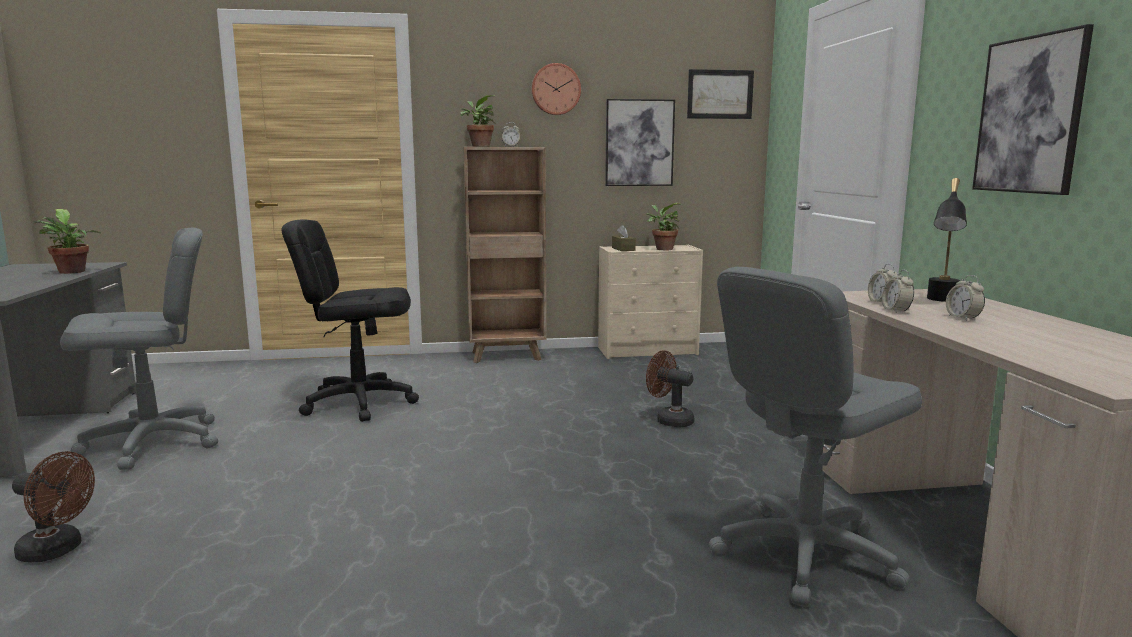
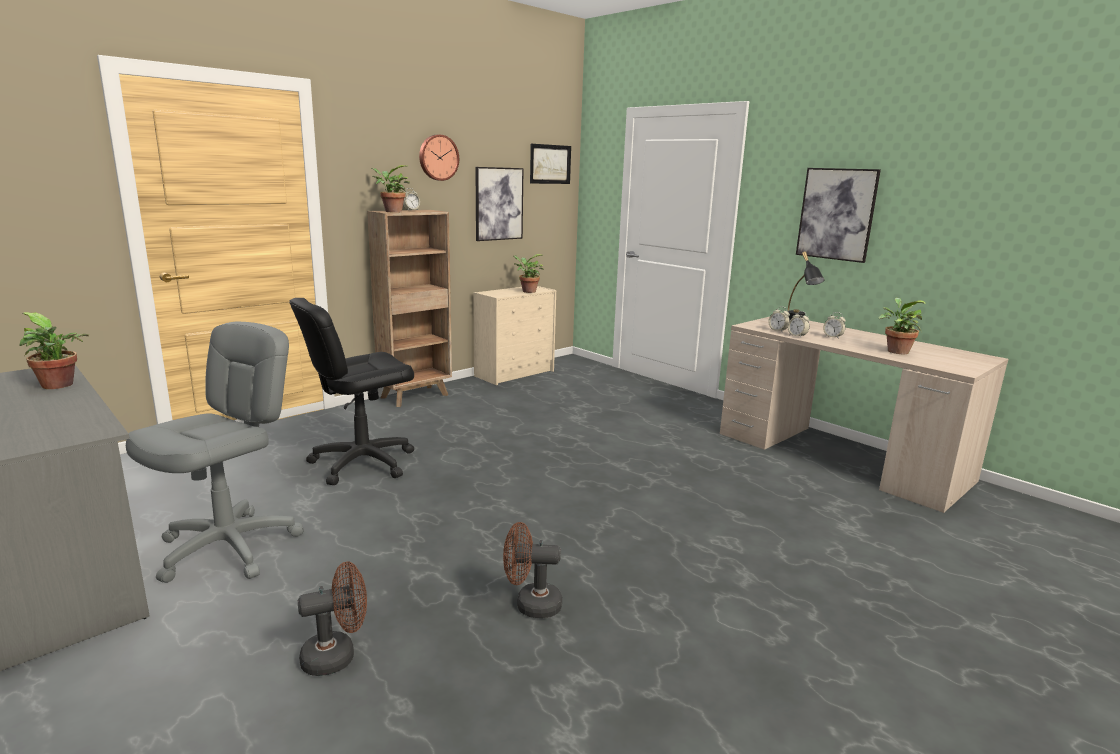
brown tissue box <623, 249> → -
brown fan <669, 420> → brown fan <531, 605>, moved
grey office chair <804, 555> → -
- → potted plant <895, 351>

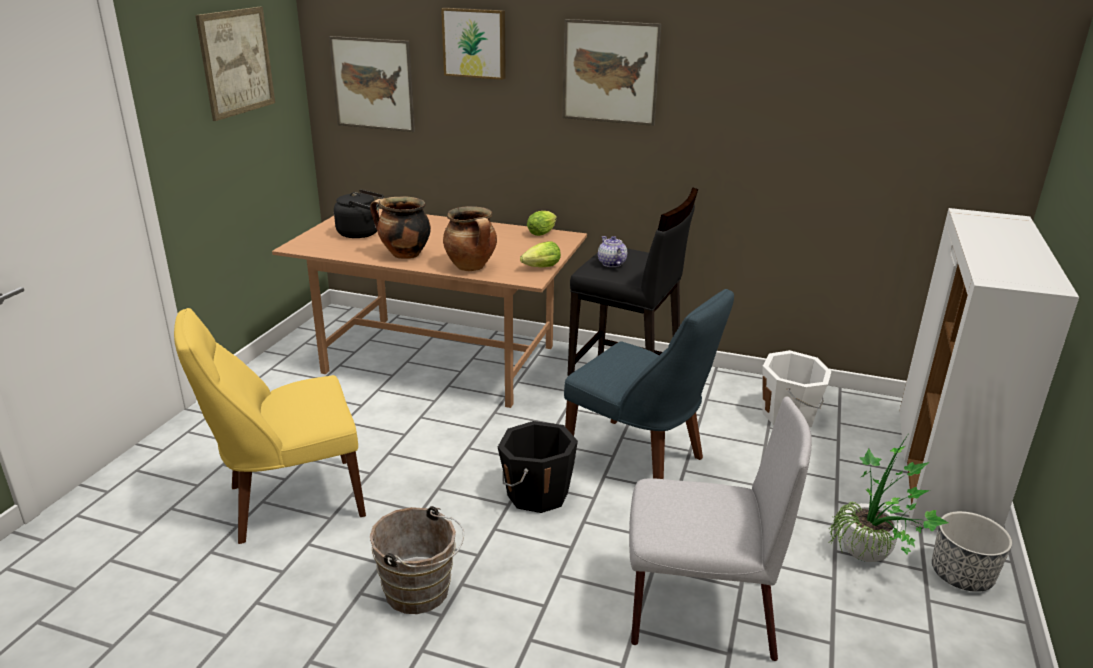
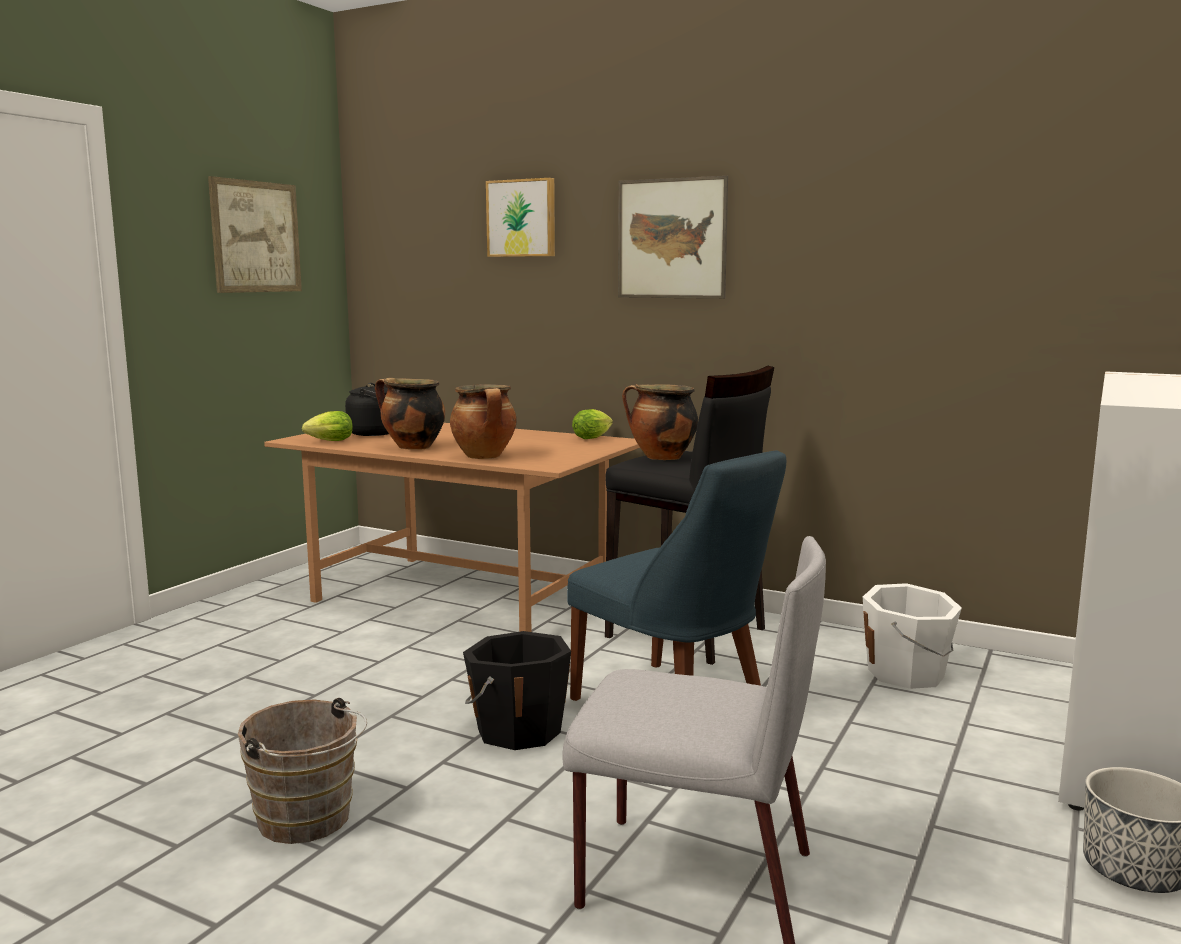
yellow chair <289, 501> → -
picture <373, 84> → -
lettuce <539, 268> → lettuce <328, 441>, moved
teapot <611, 263> → cooking pot <661, 458>
potted plant <870, 561> → -

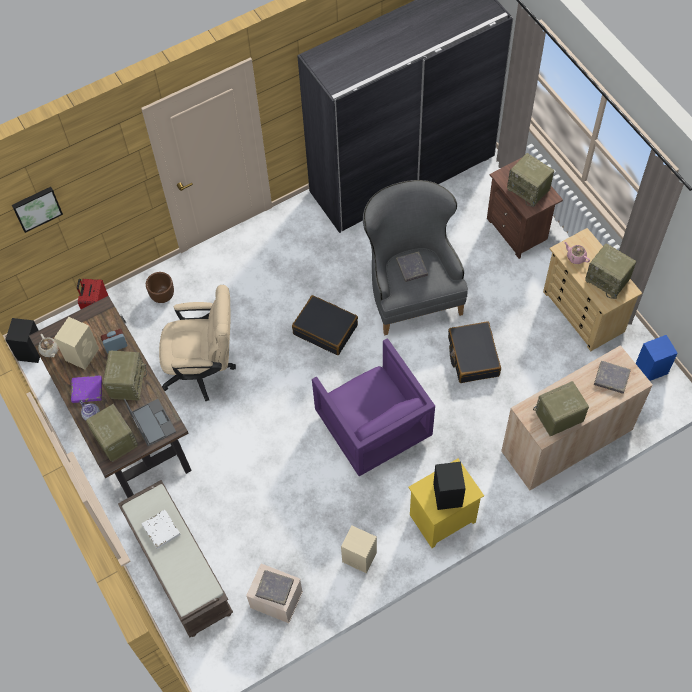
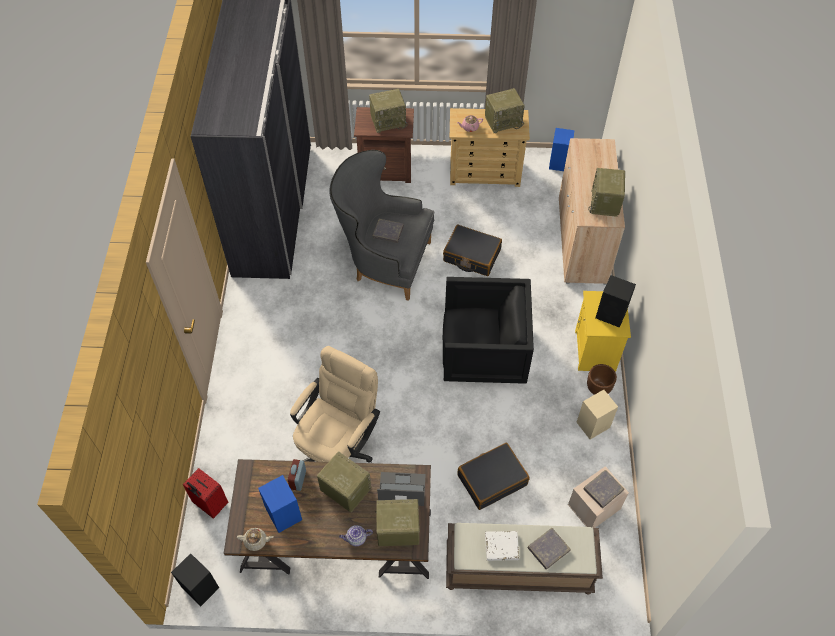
picture <36, 208> → -
beige speaker <82, 353> → blue speaker <283, 513>
purple book <87, 390> → -
brown planter <162, 296> → brown planter <598, 389>, moved
black suitcase <325, 329> → black suitcase <492, 479>, moved
purple armchair <372, 425> → black armchair <483, 352>
grey book <611, 378> → grey book <548, 549>, moved

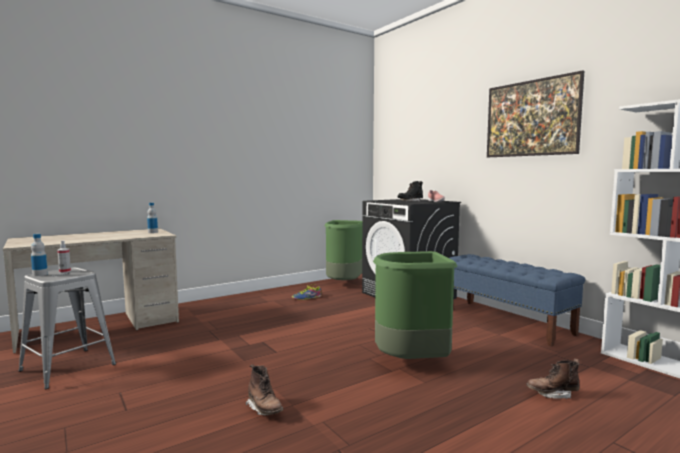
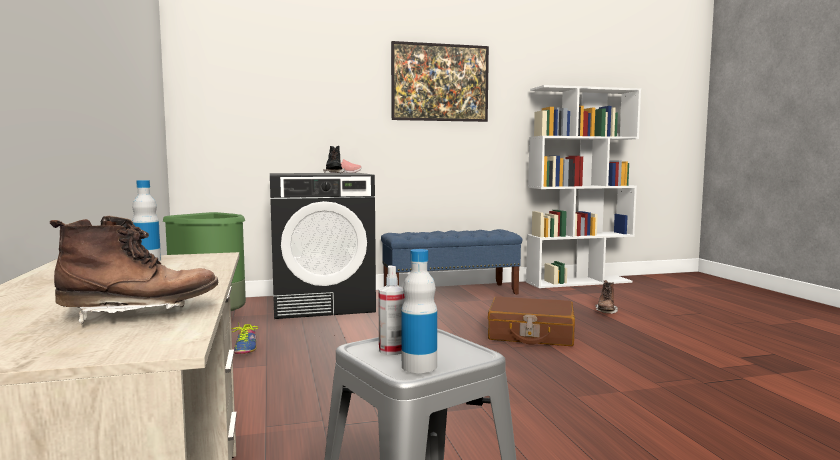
brown boot <265, 409> → brown boot <140, 315>, moved
green trash can <412, 362> → brown suitcase <531, 334>

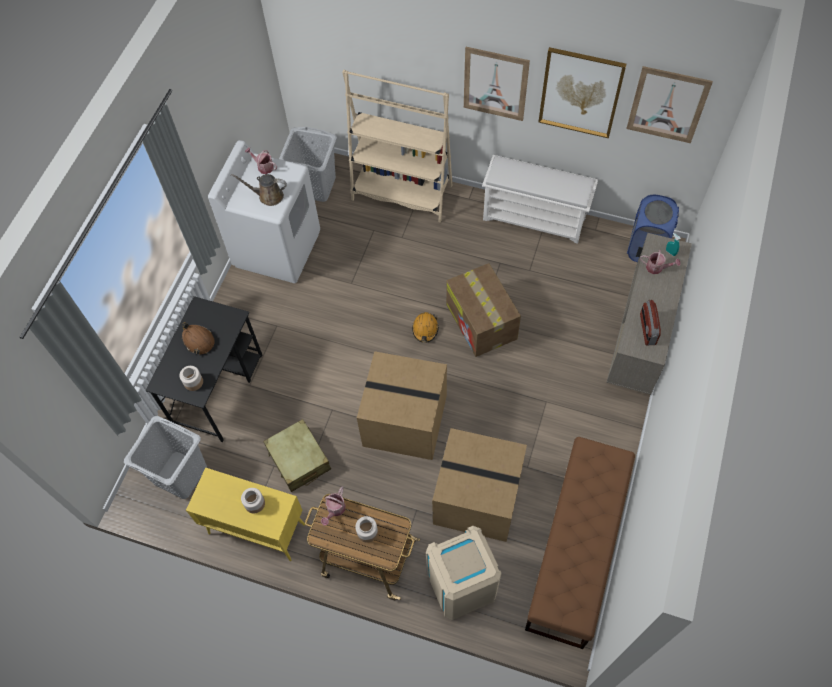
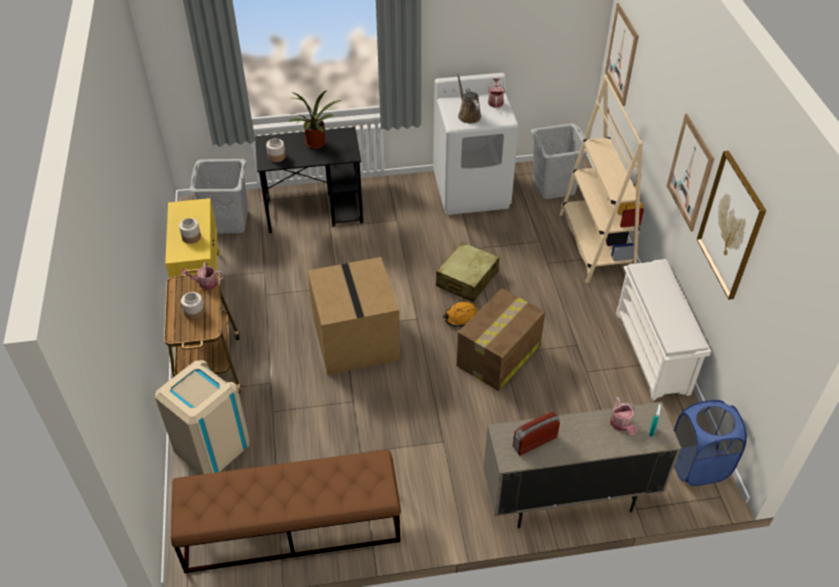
brown hard hat <198, 340> → potted plant <315, 144>
beige suitcase <299, 460> → beige suitcase <467, 279>, moved
cardboard box <479, 497> → -
picture <667, 105> → picture <621, 54>, moved

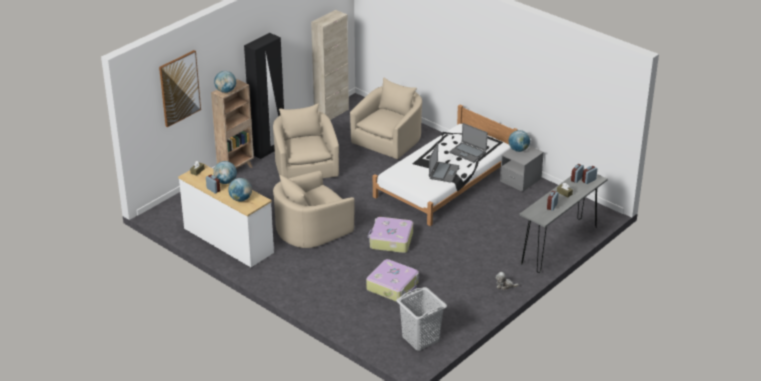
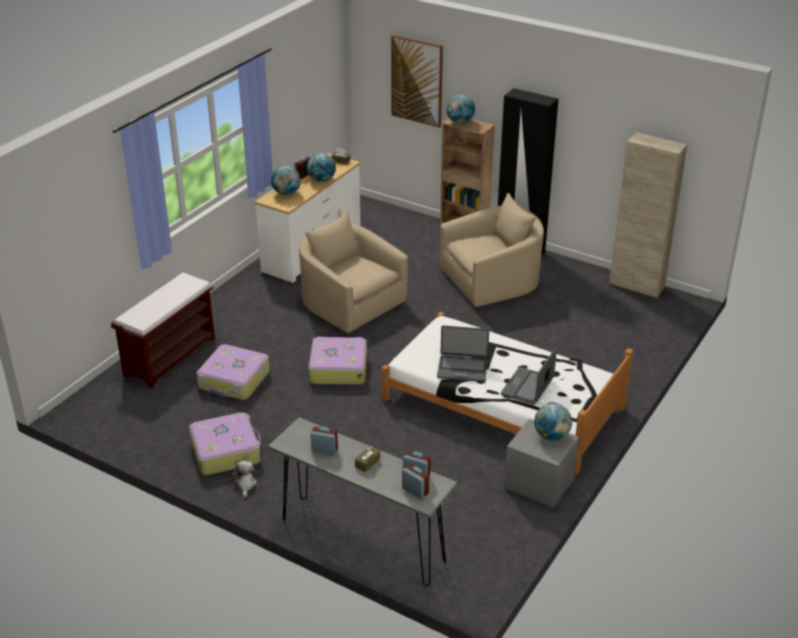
beige armchair <389, 140> → -
grey laundry basket <420, 339> → -
- → brown bench <170, 356>
- → suitcase <226, 451>

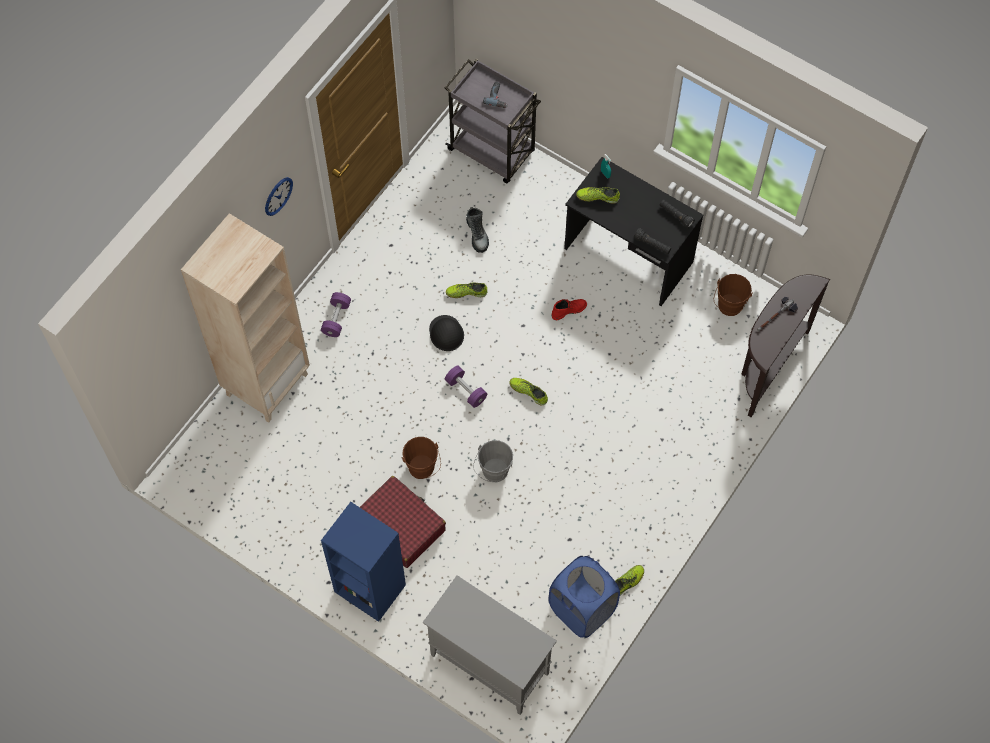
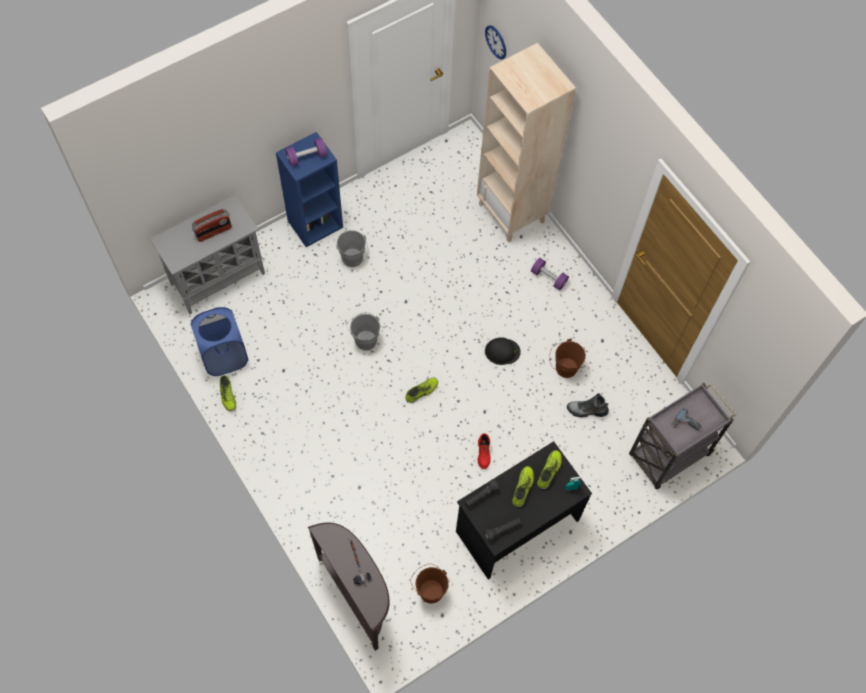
wall clock <278, 196> → wall clock <496, 42>, moved
red suitcase <400, 526> → grey bucket <353, 260>
brown bucket <422, 469> → brown bucket <563, 368>, moved
purple dumbbell <466, 390> → purple dumbbell <307, 157>, moved
shoe <466, 292> → shoe <523, 487>, moved
- → radio <213, 232>

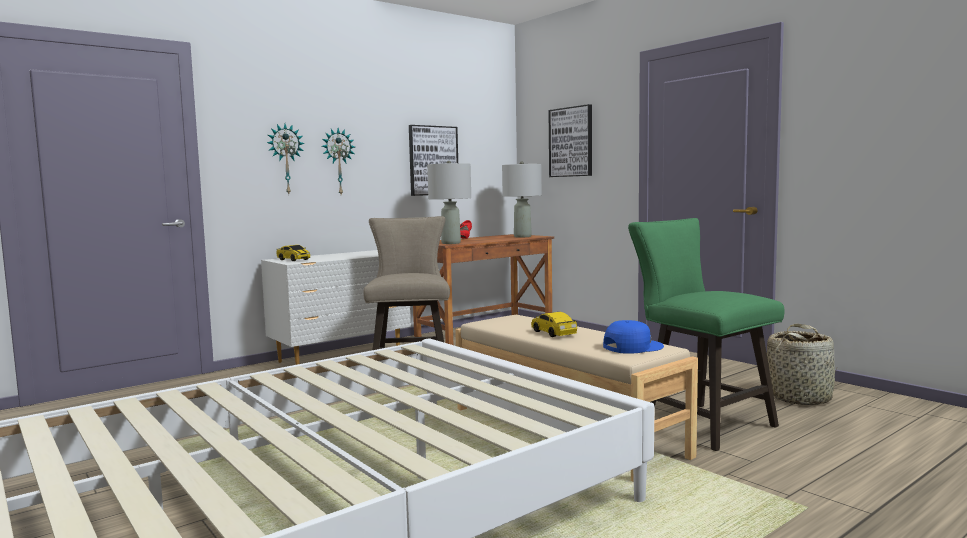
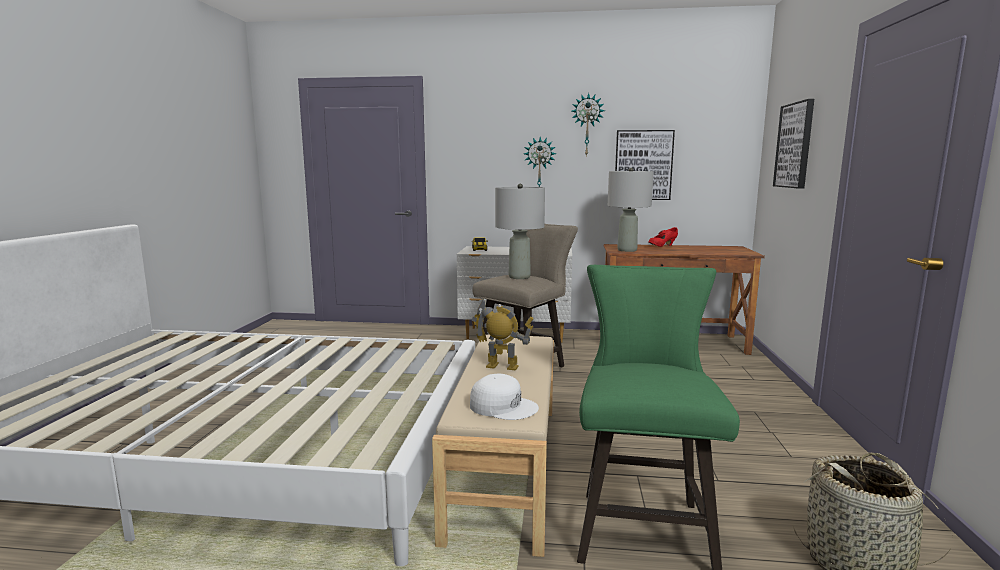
wall clock <285, 159> → wall clock <587, 125>, moved
grey table lamp <522, 236> → grey table lamp <519, 277>, moved
toy car <553, 333> → toy robot <502, 366>
blue cap <632, 347> → white cap <503, 406>

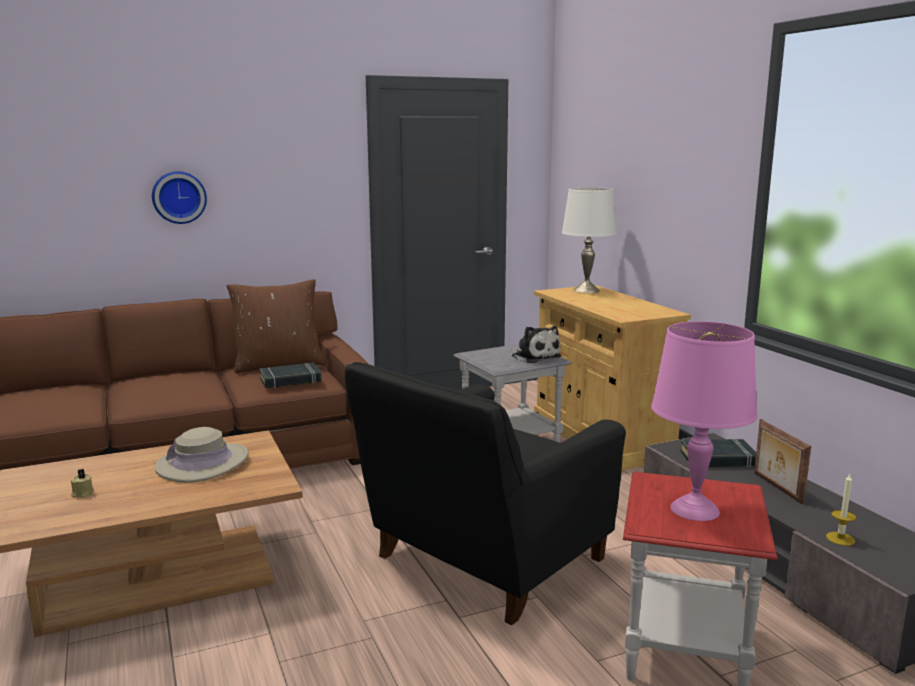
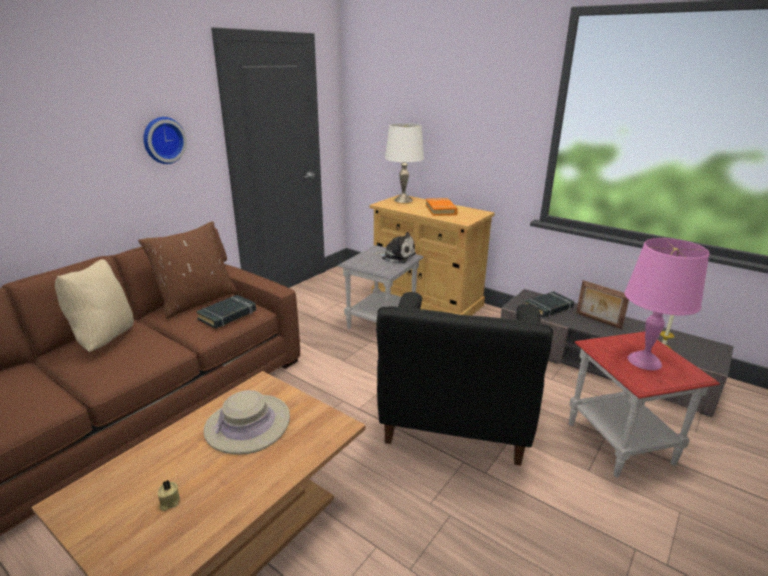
wall clock <179, 197> → wall clock <163, 140>, moved
- → beige pillow <104, 339>
- → orange book <441, 210>

